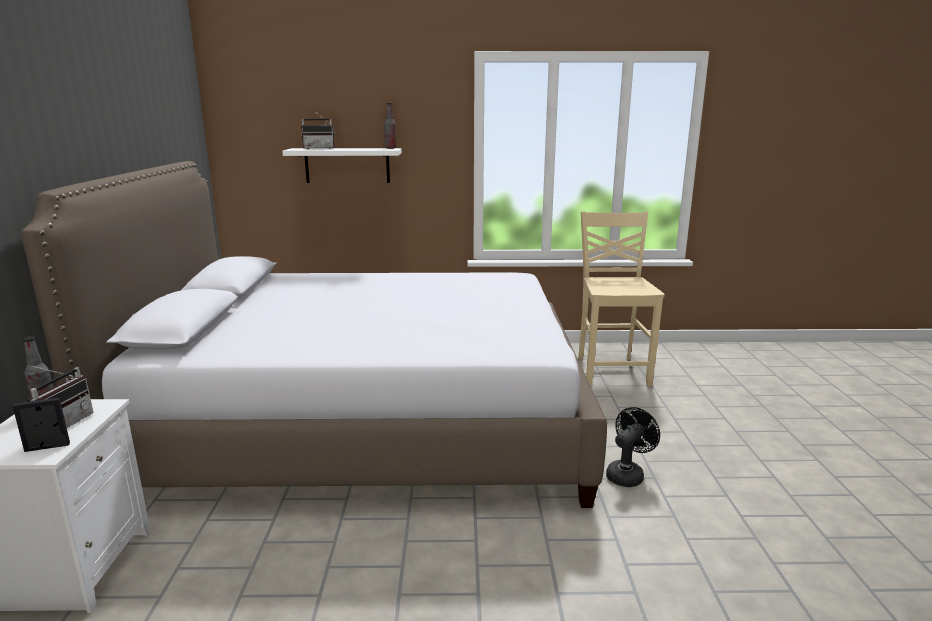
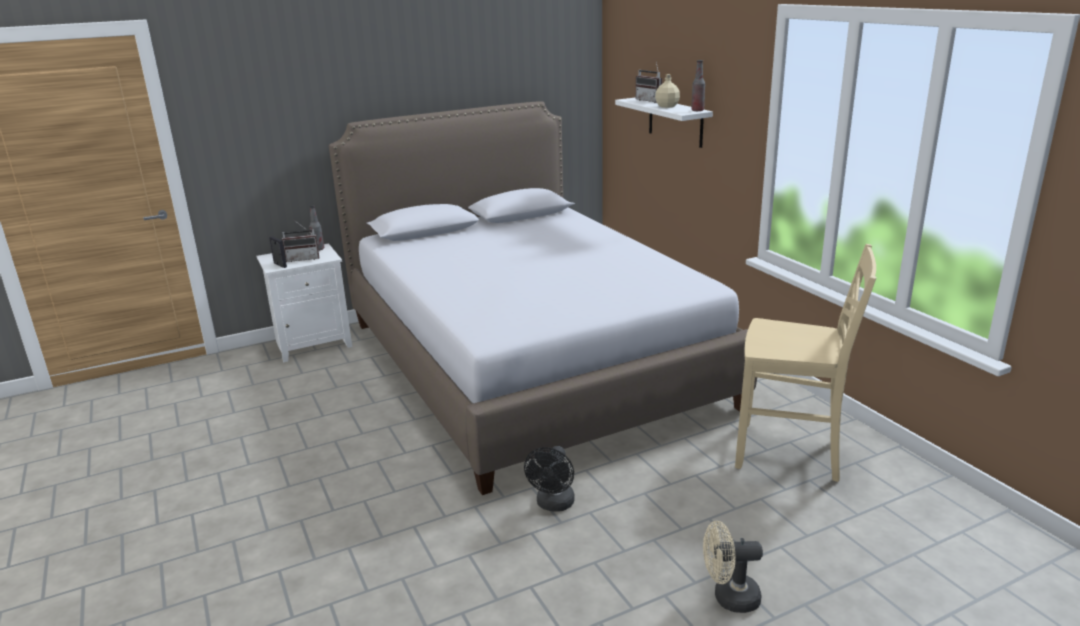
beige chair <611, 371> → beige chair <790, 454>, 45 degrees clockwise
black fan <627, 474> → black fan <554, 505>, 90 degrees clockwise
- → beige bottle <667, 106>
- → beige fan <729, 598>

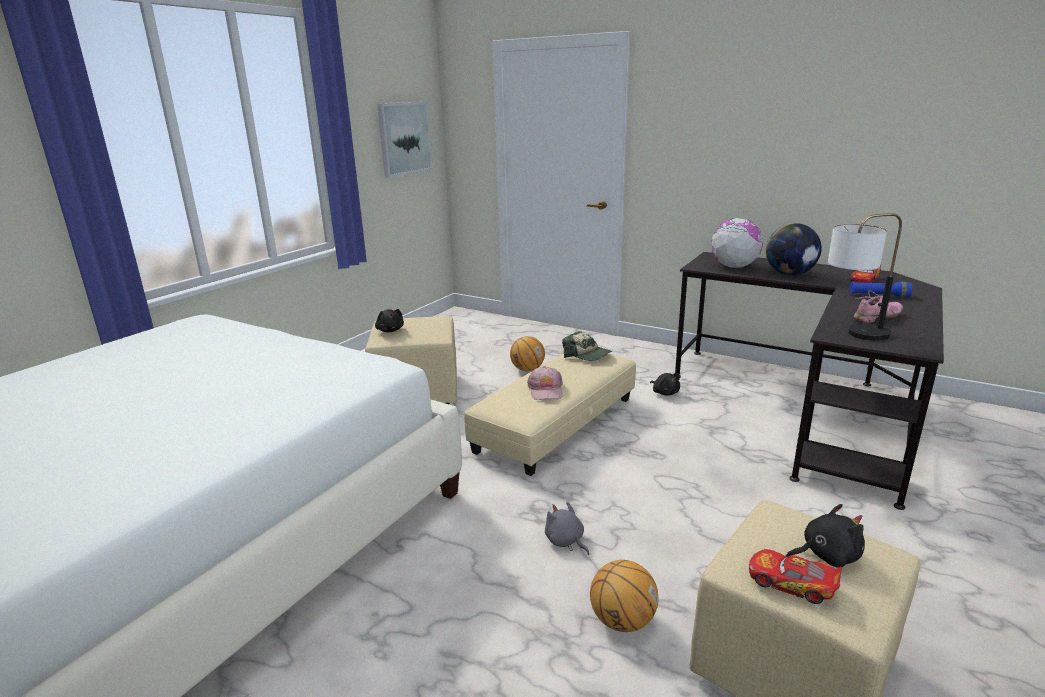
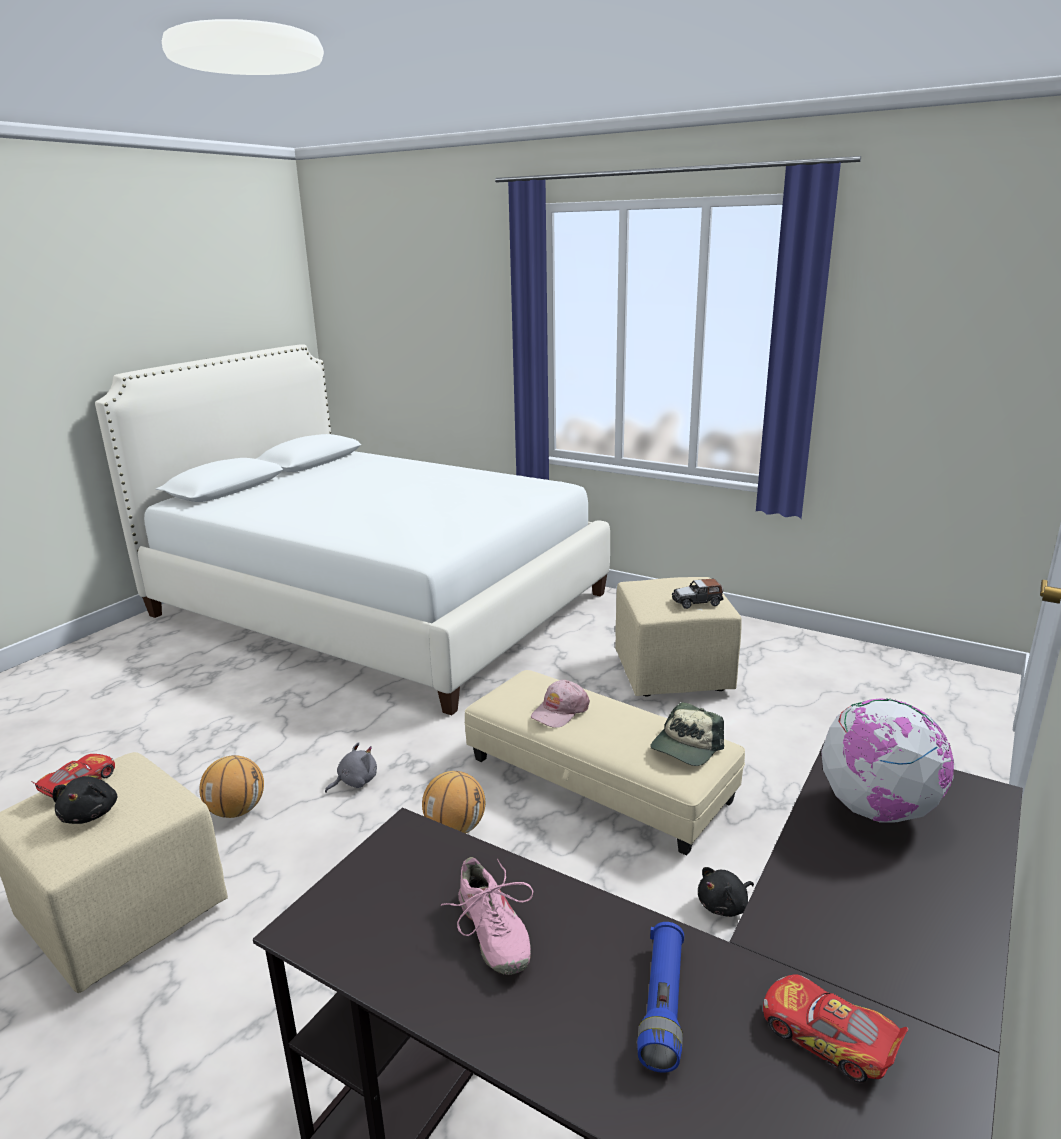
black plush toy <390, 330> → -
picture <404, 138> → -
basketball <527, 369> → basketball <455, 828>, moved
pink cap <546, 390> → pink cap <560, 711>, 45 degrees counterclockwise
globe <789, 274> → -
table lamp <852, 336> → -
- → toy car <697, 602>

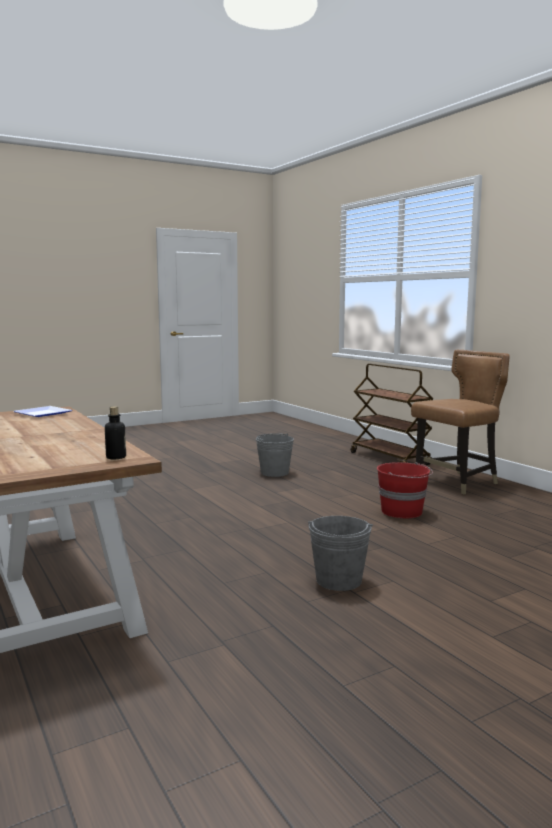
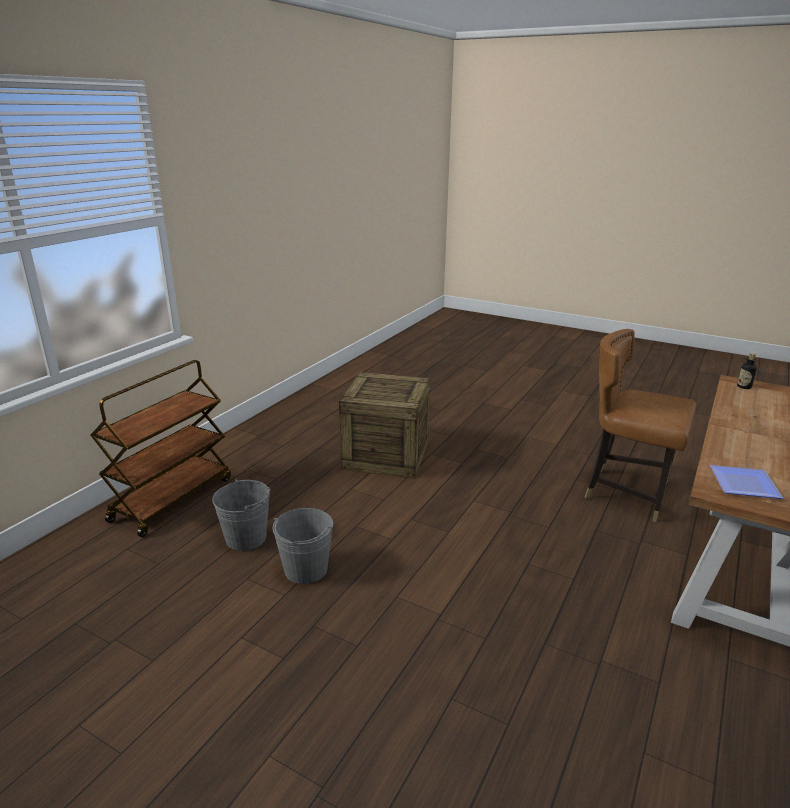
grey bucket <338, 580> → grey bucket <246, 538>, moved
red bucket <402, 511> → crate <386, 455>
brown chair <458, 482> → brown chair <627, 493>, moved

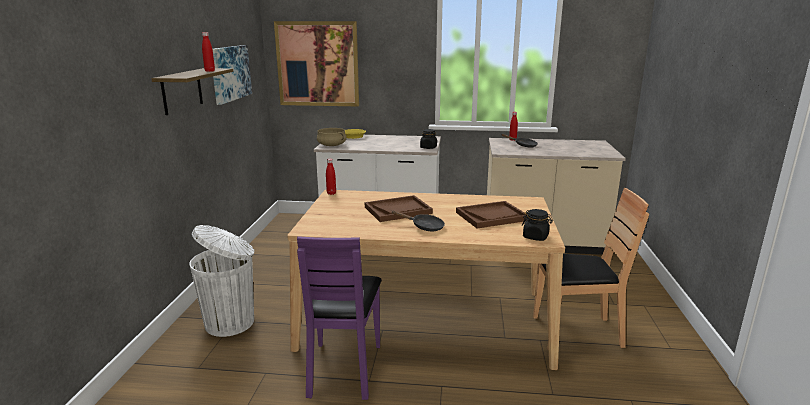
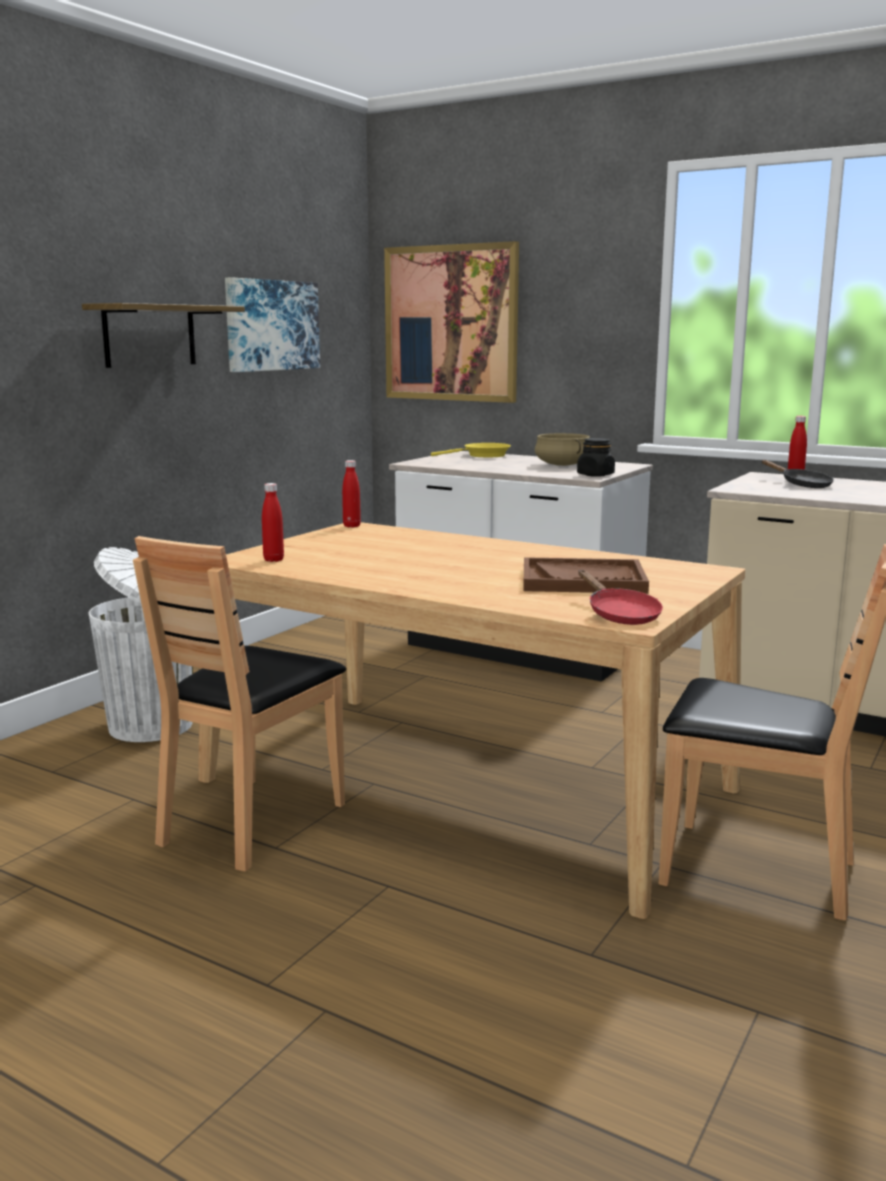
red bottle <209, 71> → red bottle <273, 560>, moved
purple chair <344, 369> → brown chair <252, 822>
beige cooking pot <331, 145> → beige cooking pot <562, 465>, moved
brown tray <398, 210> → -
black frying pan <424, 227> → -
black jar <535, 237> → red frying pan <619, 615>

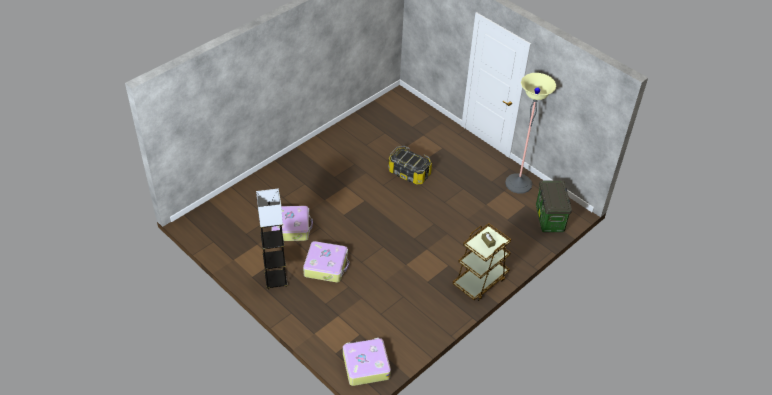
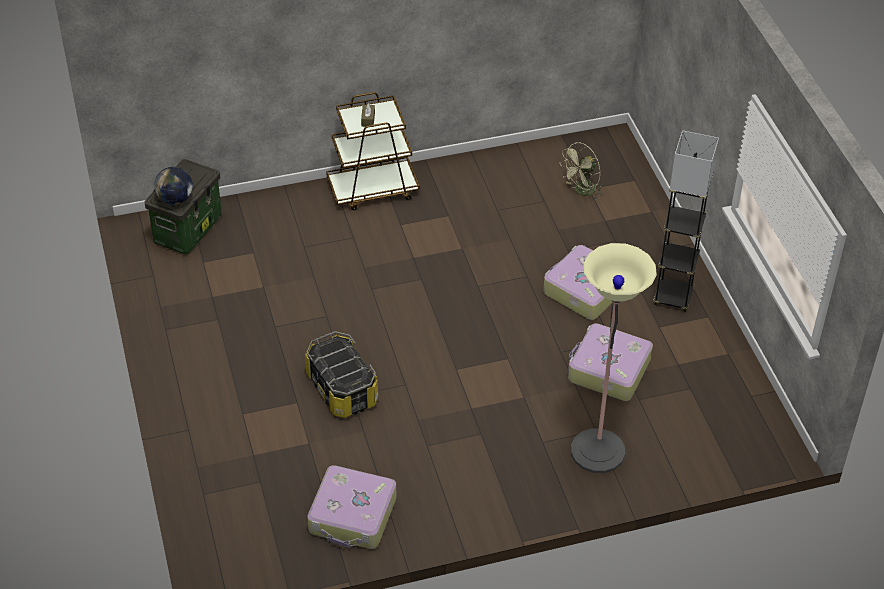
suitcase <365, 365> → suitcase <353, 516>, moved
floor lamp <518, 184> → floor lamp <597, 451>, moved
- → globe <175, 199>
- → green fan <581, 191>

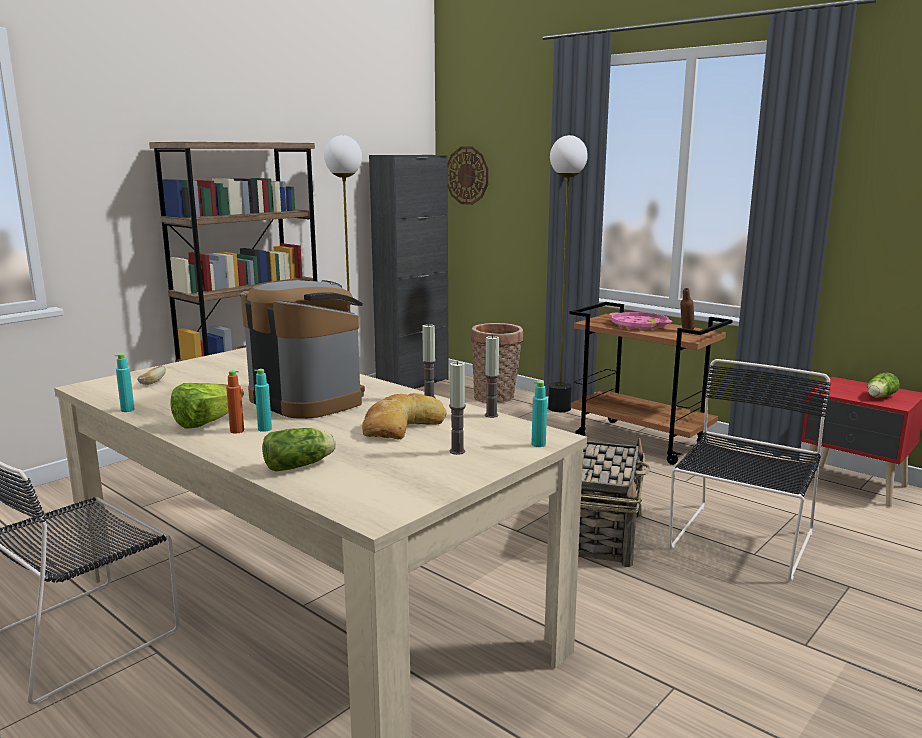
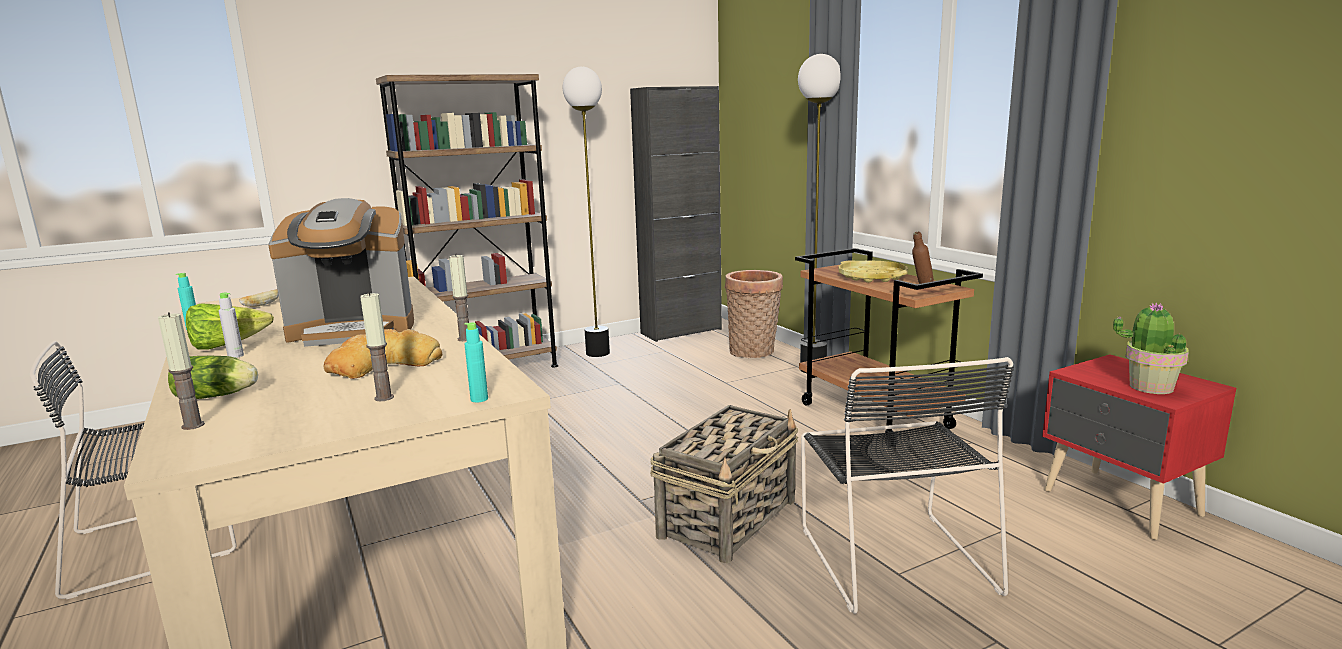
orange bottle <237, 431> → grey bottle <235, 356>
coffee machine <307, 399> → coffee machine <354, 330>, 105 degrees clockwise
turquoise bottle <265, 429> → -
wall clock <467, 175> → -
candle <491, 415> → candle <193, 425>, moved
pink tray <639, 326> → yellow tray <872, 277>
black chair <740, 542> → black chair <893, 556>, 120 degrees clockwise
lettuce <879, 397> → potted plant <1150, 387>

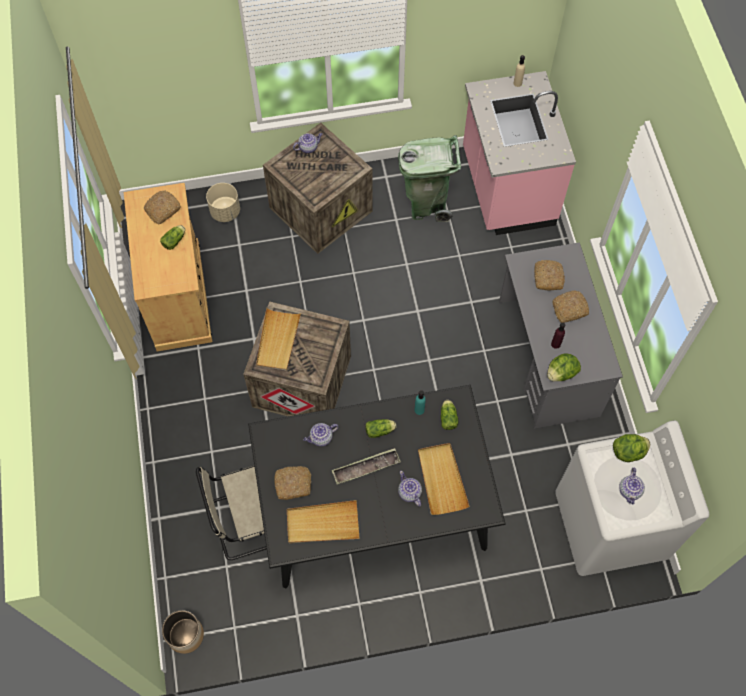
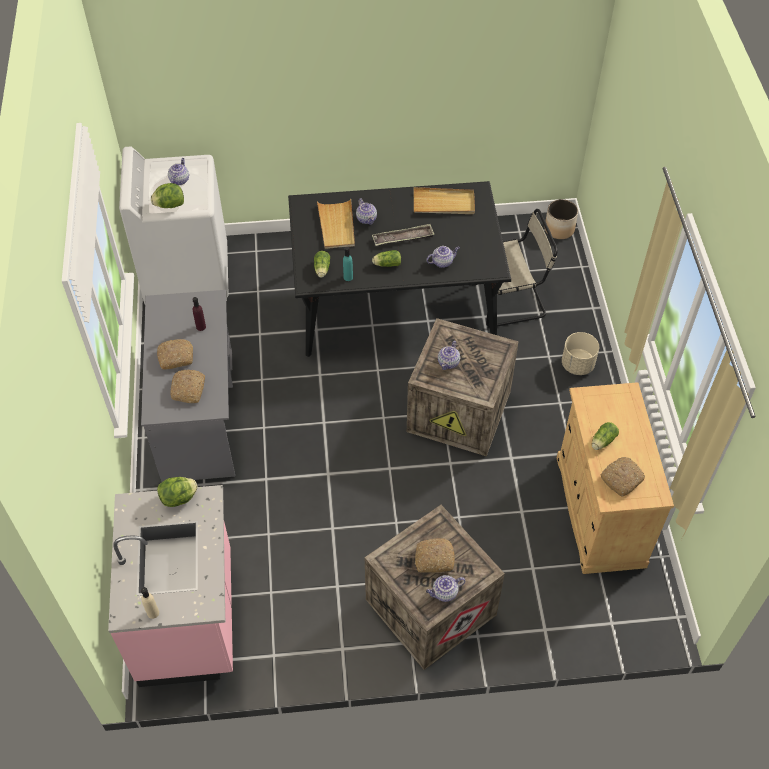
beige planter <225, 211> → beige planter <577, 365>, moved
beige tray <278, 340> → -
bread <293, 484> → bread <434, 559>, moved
green trash can <426, 204> → -
lettuce <561, 373> → lettuce <179, 498>, moved
- → teapot <448, 362>

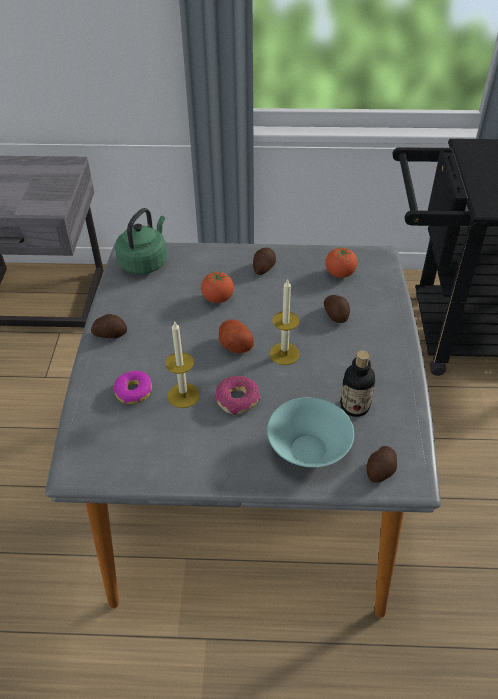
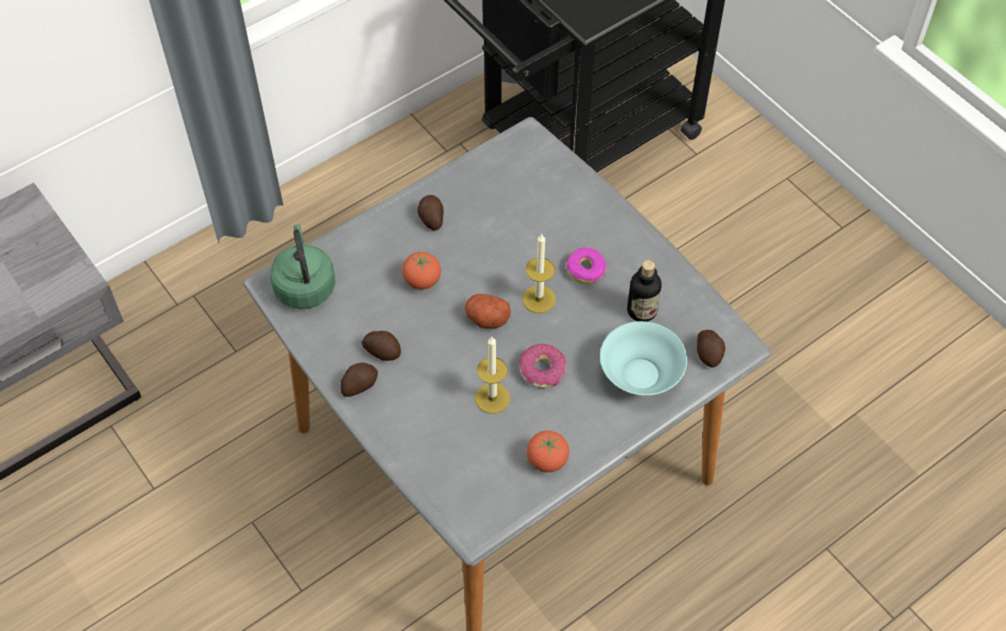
donut <133, 392> → donut <585, 270>, moved
potato <336, 315> → potato <382, 351>, moved
tomato <340, 274> → tomato <547, 460>, moved

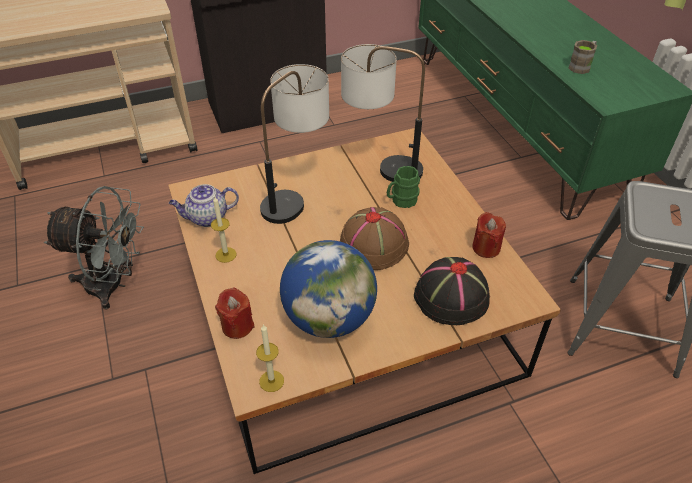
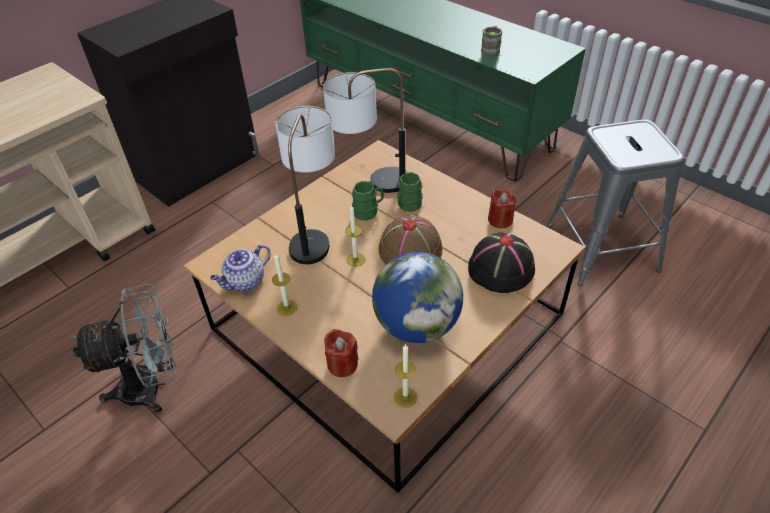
- → candle <355, 259>
- → green mug <368, 211>

